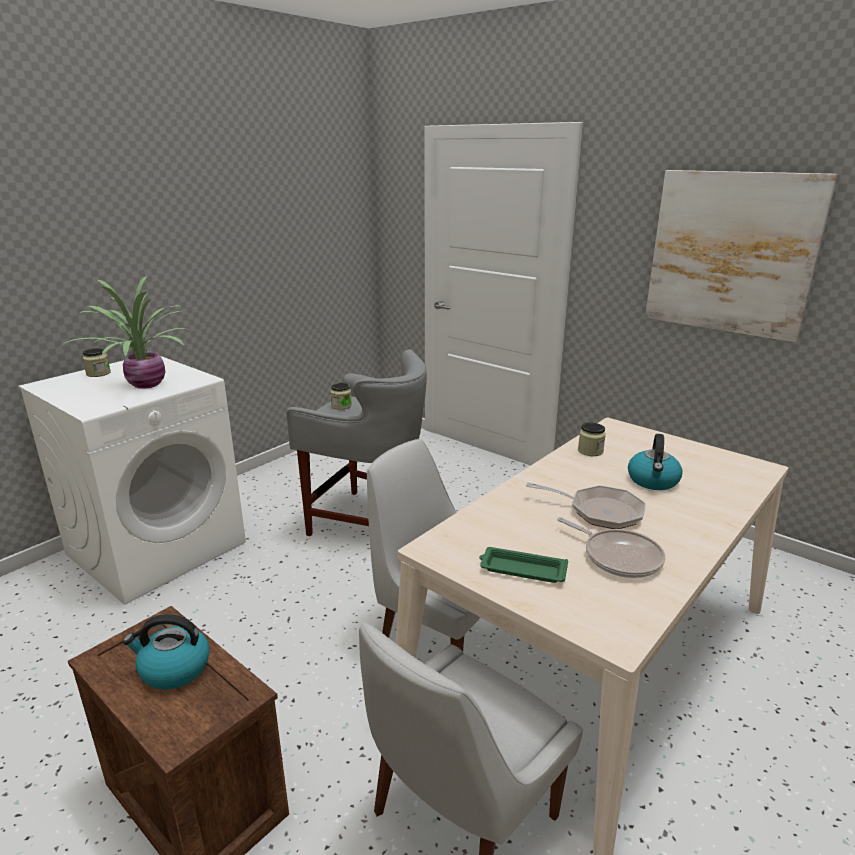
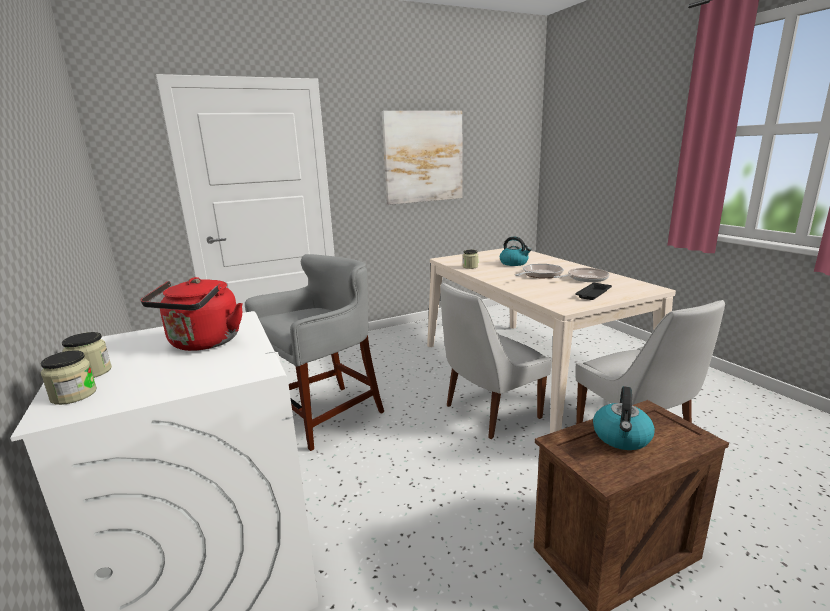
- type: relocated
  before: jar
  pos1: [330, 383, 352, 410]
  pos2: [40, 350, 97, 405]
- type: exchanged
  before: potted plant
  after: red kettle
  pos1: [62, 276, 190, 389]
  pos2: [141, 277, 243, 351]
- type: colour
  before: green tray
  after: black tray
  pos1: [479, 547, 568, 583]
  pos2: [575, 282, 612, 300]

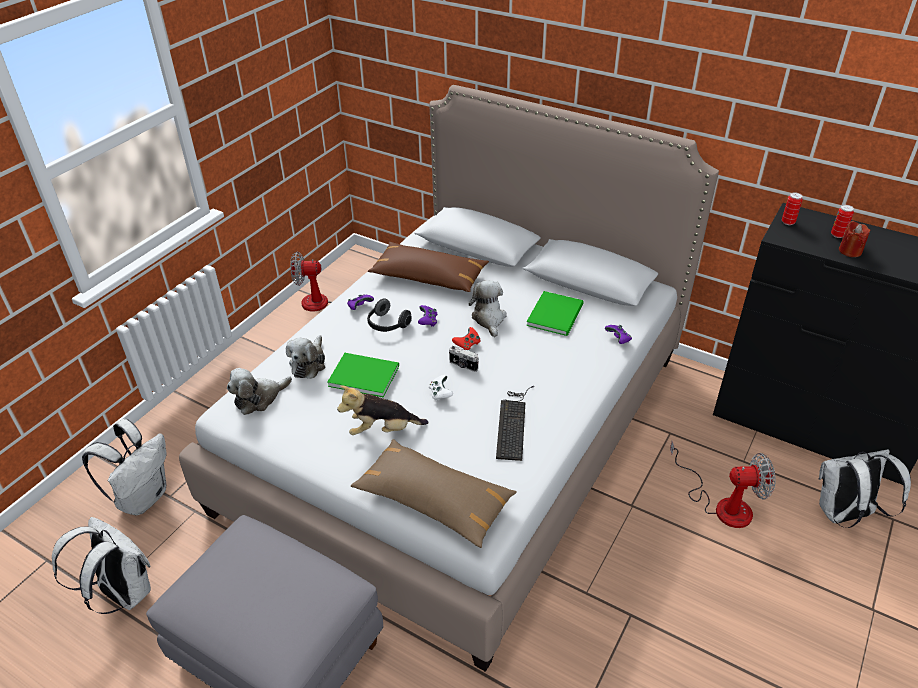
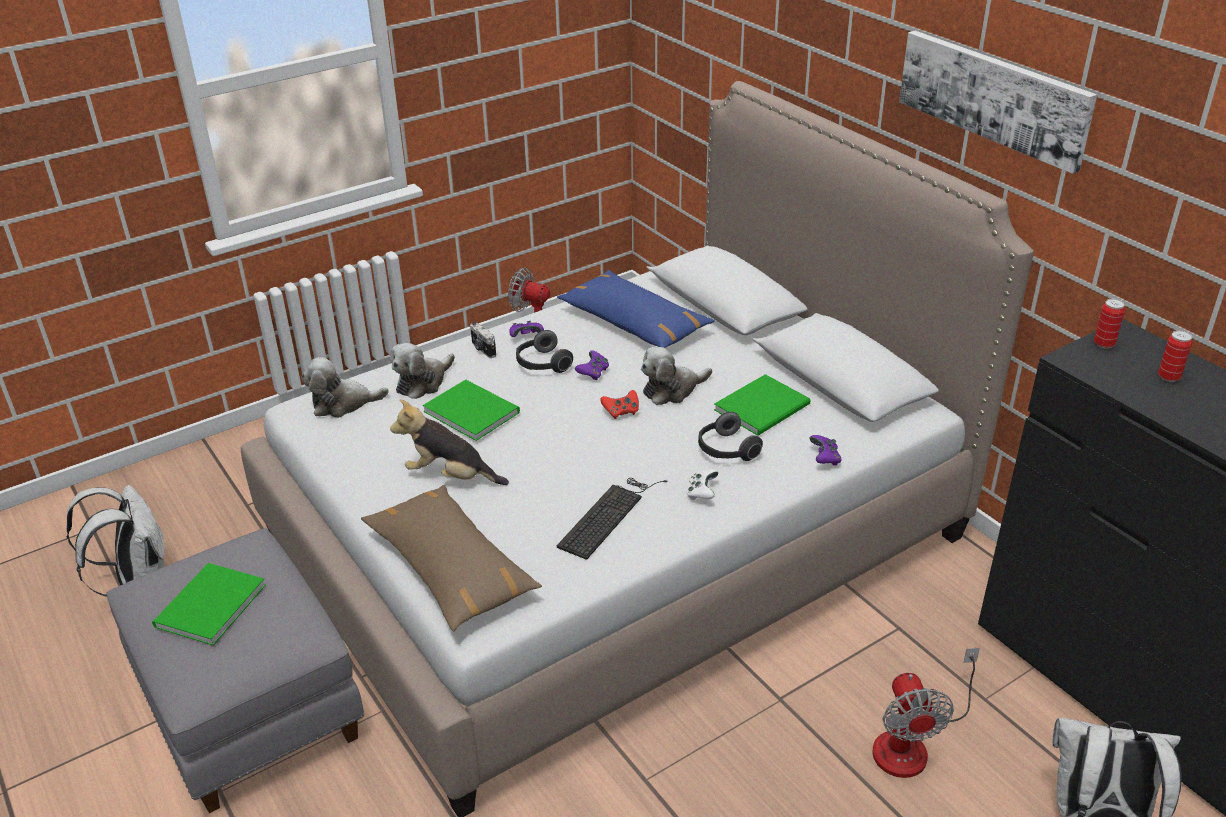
- type: missing
  before: white backpack
  pos1: [82, 419, 167, 516]
- type: missing
  before: red candle
  pos1: [839, 221, 871, 257]
- type: appeared
  after: green book
  pos2: [152, 563, 266, 646]
- type: appeared
  after: headphones
  pos2: [698, 412, 763, 461]
- type: appeared
  after: picture
  pos2: [899, 31, 1097, 174]
- type: relocated
  before: white game controller
  pos1: [429, 375, 453, 401]
  pos2: [687, 469, 719, 500]
- type: relocated
  before: photo camera
  pos1: [449, 346, 479, 372]
  pos2: [470, 322, 496, 358]
- type: colour
  before: brown pillow
  after: blue pillow
  pos1: [368, 242, 489, 292]
  pos2: [557, 270, 715, 348]
- type: spun
  before: plush toy
  pos1: [469, 280, 507, 337]
  pos2: [641, 347, 712, 405]
  turn: -135
- type: spun
  before: fan
  pos1: [670, 441, 776, 528]
  pos2: [872, 647, 980, 778]
  turn: 60

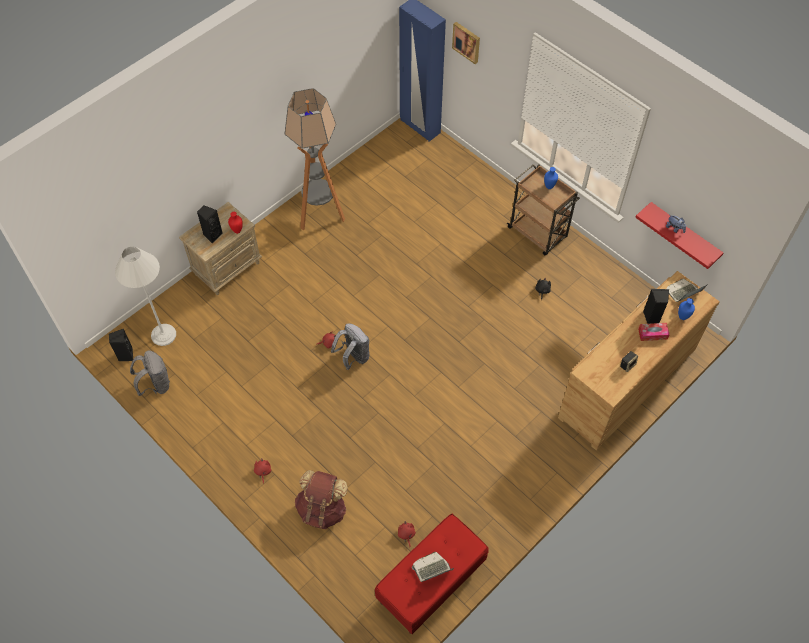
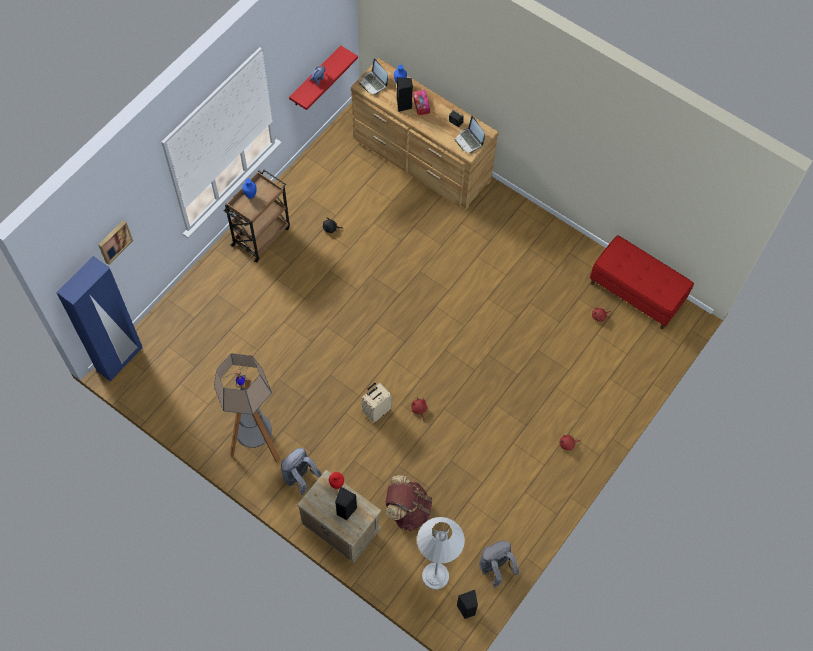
- type: appeared
  after: beige suitcase
  pos2: [362, 383, 392, 423]
- type: relocated
  before: brown backpack
  pos1: [295, 470, 348, 529]
  pos2: [385, 475, 432, 531]
- type: relocated
  before: grey backpack
  pos1: [331, 323, 369, 370]
  pos2: [281, 448, 322, 495]
- type: relocated
  before: laptop
  pos1: [412, 552, 454, 582]
  pos2: [455, 116, 485, 153]

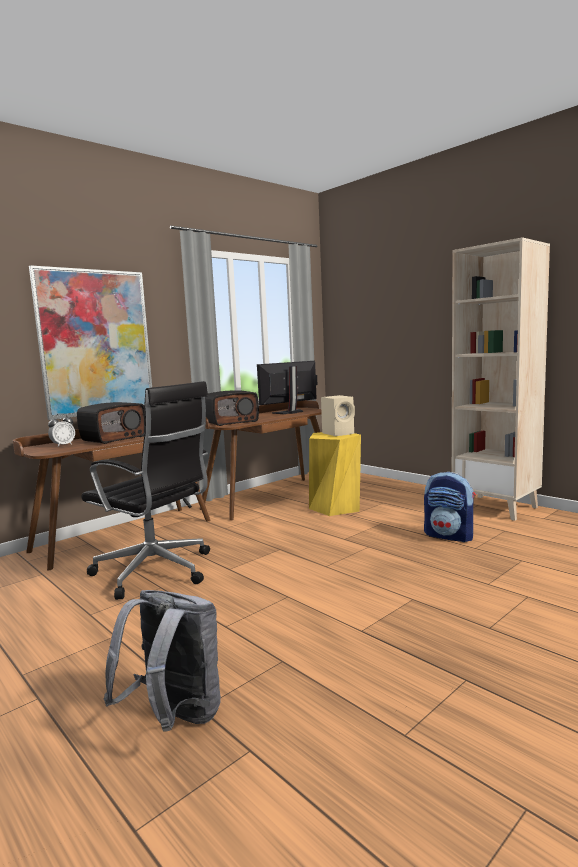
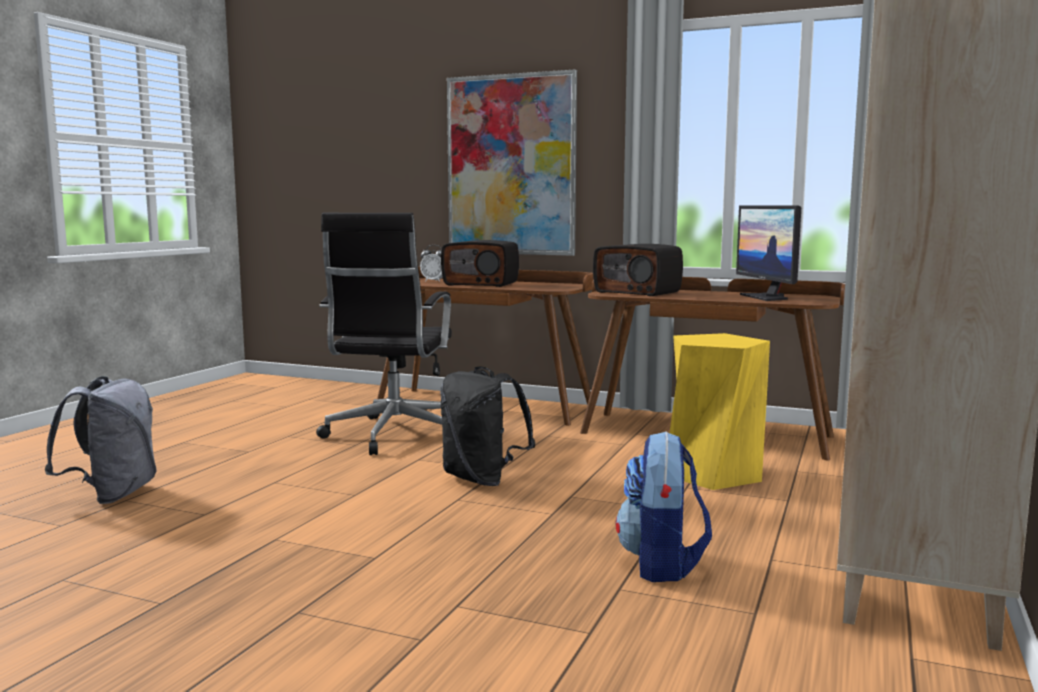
- type: missing
  before: beige speaker
  pos1: [321, 395, 355, 436]
- type: appeared
  after: black backpack
  pos2: [440, 367, 535, 486]
- type: spun
  before: monitor
  pos1: [257, 361, 317, 414]
  pos2: [736, 205, 801, 301]
  turn: -135

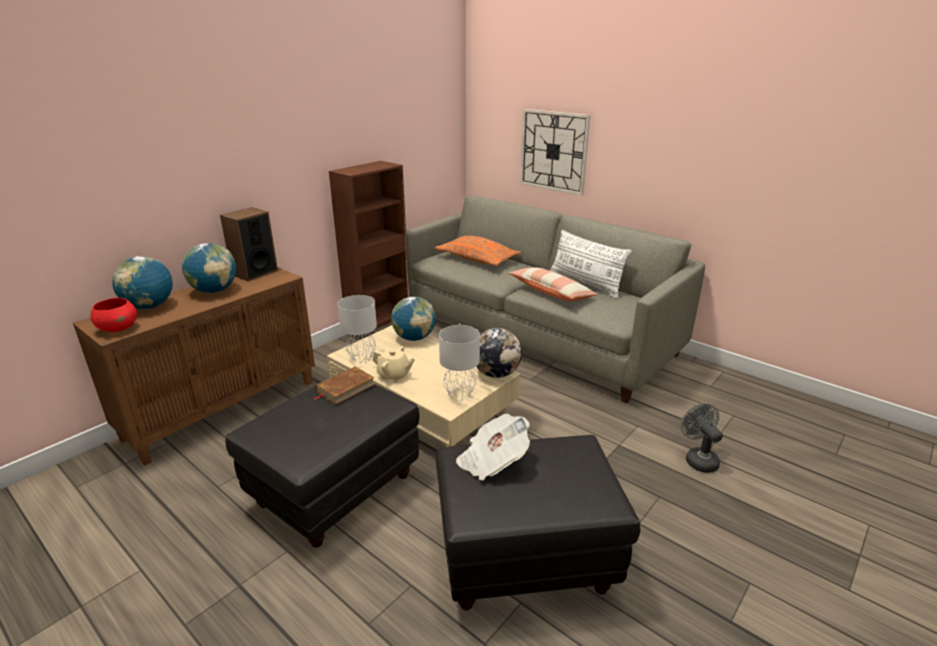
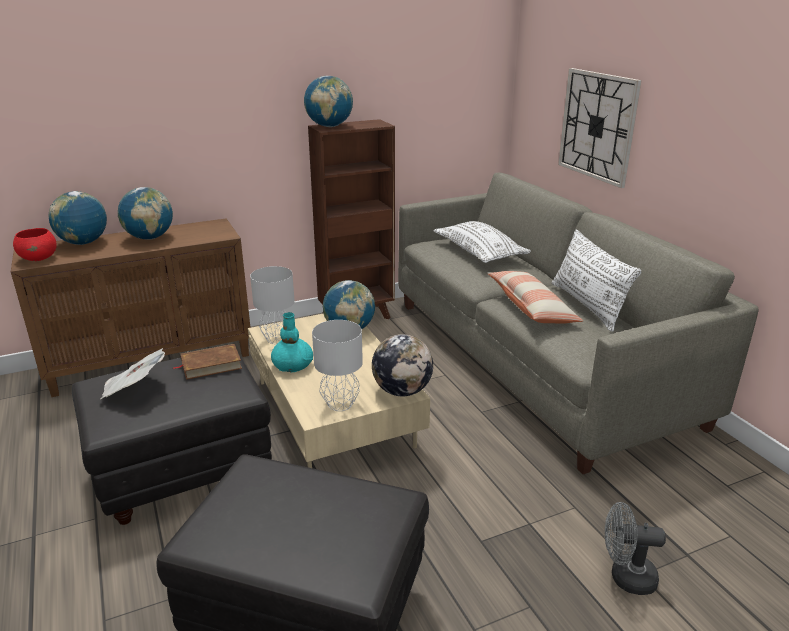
- type: missing
  before: speaker
  pos1: [220, 207, 278, 281]
- type: appeared
  after: globe
  pos2: [304, 76, 353, 127]
- type: relocated
  before: newspaper
  pos1: [456, 414, 530, 481]
  pos2: [100, 348, 165, 399]
- type: exchanged
  before: beige teapot
  after: turquoise vase
  pos1: [372, 346, 415, 382]
  pos2: [271, 312, 313, 372]
- type: colour
  before: orange pillow
  after: white pillow
  pos1: [435, 236, 521, 266]
  pos2: [434, 221, 531, 263]
- type: spun
  before: grey fan
  pos1: [681, 403, 723, 473]
  pos2: [605, 502, 666, 595]
  turn: -90

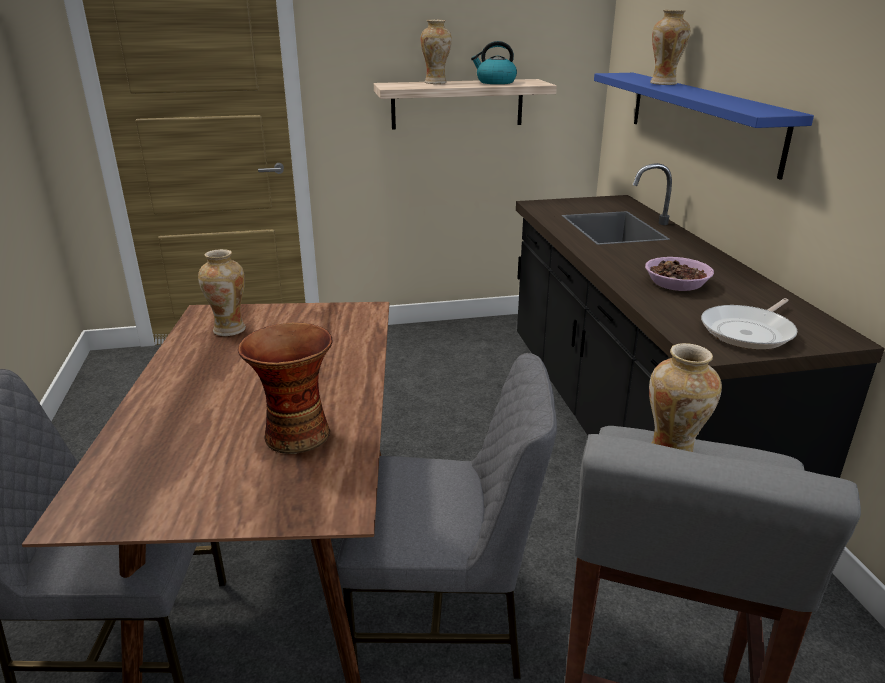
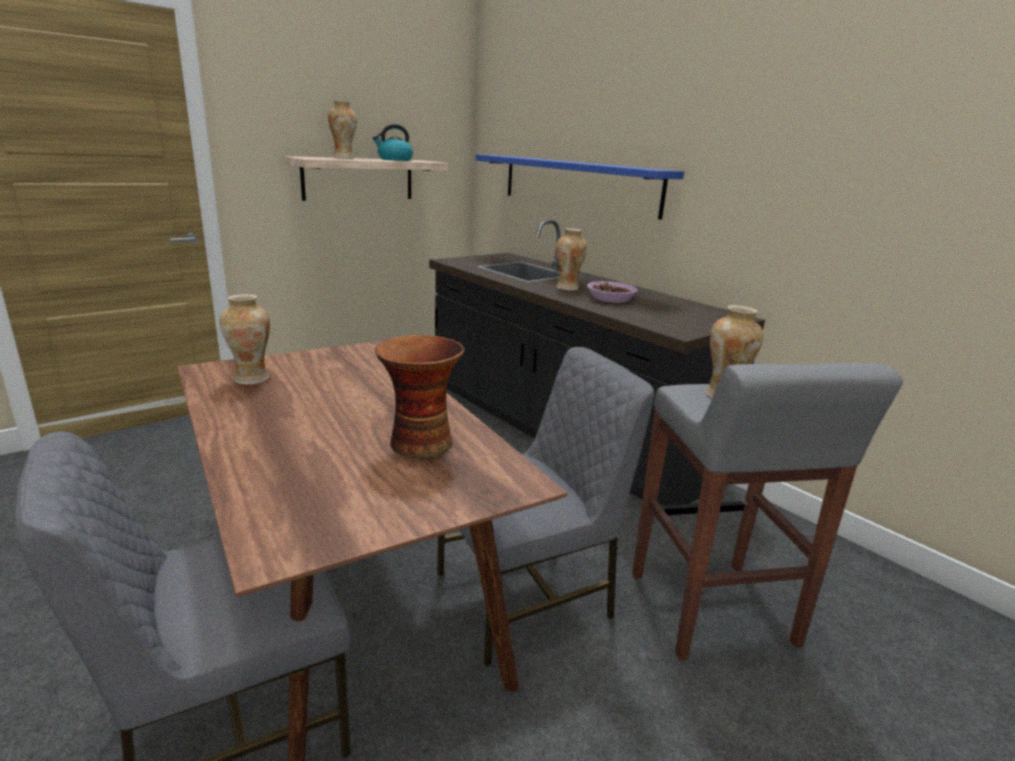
- type: missing
  before: frying pan
  pos1: [701, 298, 797, 349]
- type: relocated
  before: vase
  pos1: [650, 10, 690, 85]
  pos2: [556, 228, 587, 291]

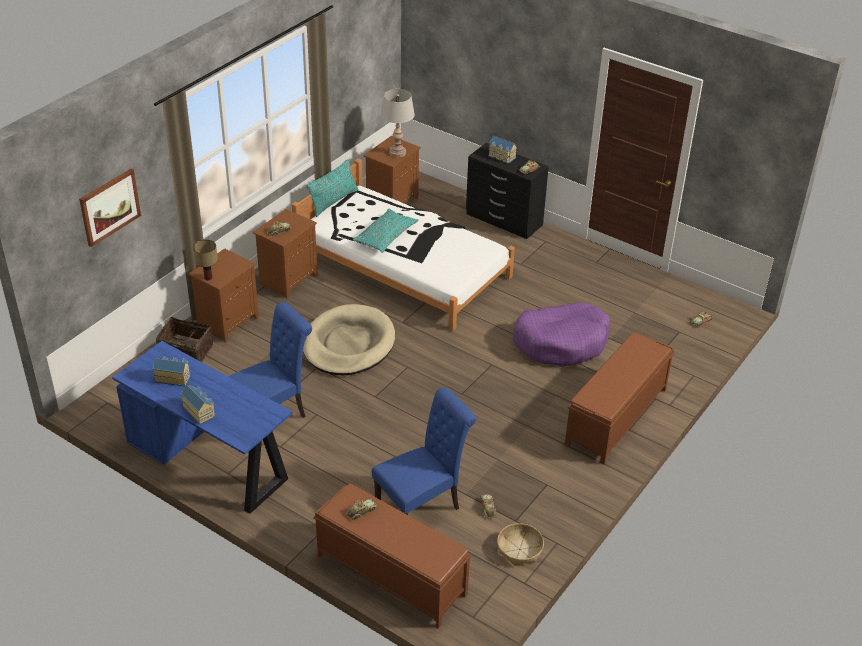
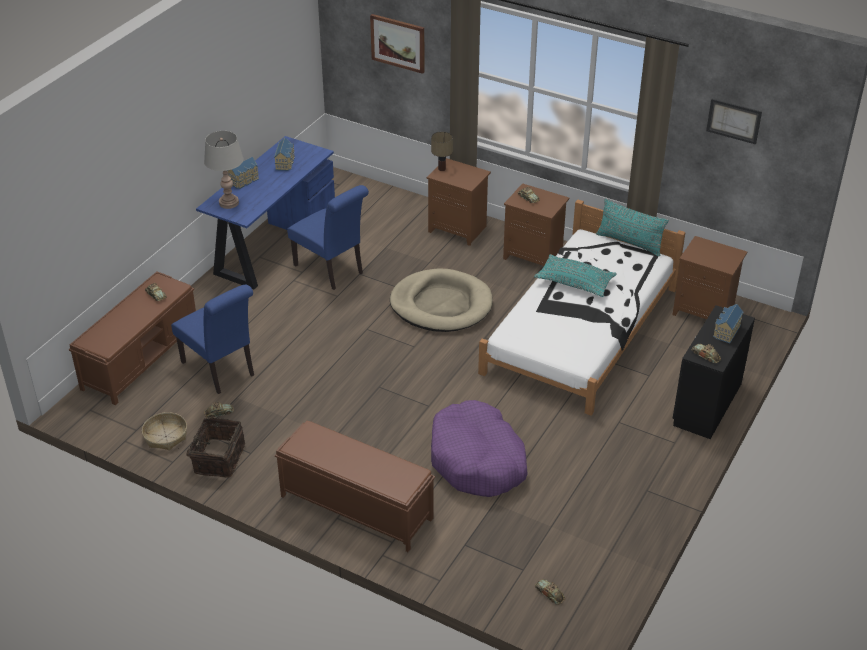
- type: appeared
  after: picture
  pos2: [706, 99, 762, 144]
- type: relocated
  before: basket
  pos1: [156, 317, 213, 362]
  pos2: [182, 418, 245, 478]
- type: relocated
  before: grey table lamp
  pos1: [381, 89, 415, 158]
  pos2: [204, 131, 243, 209]

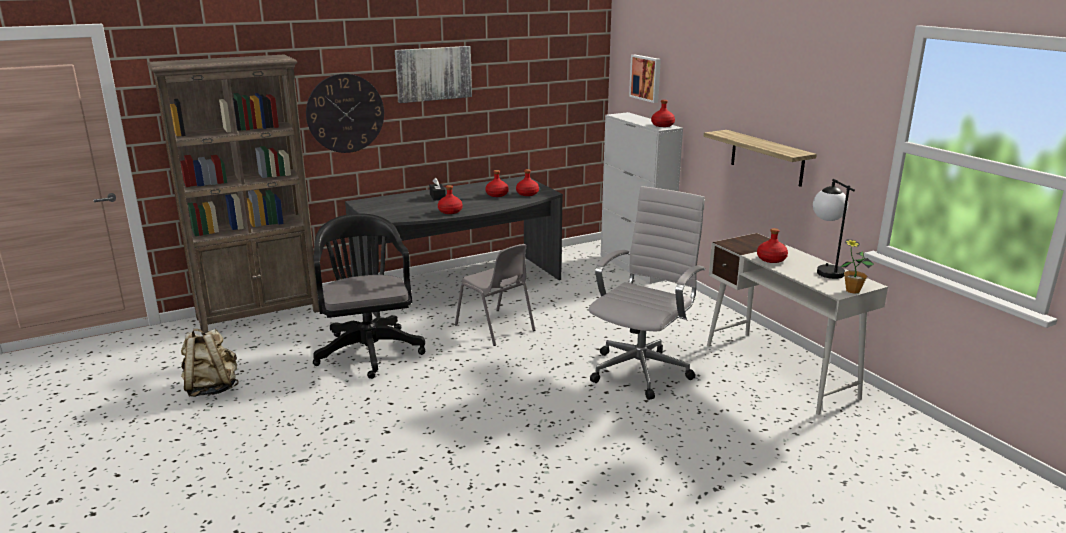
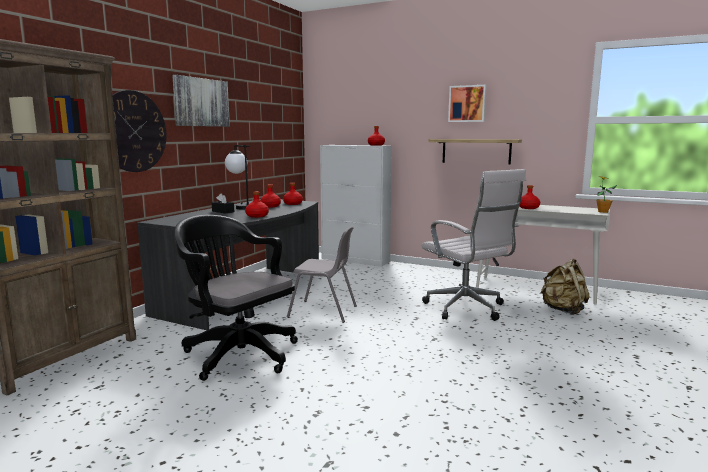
- type: relocated
  before: beige backpack
  pos1: [181, 329, 239, 397]
  pos2: [540, 259, 589, 315]
- type: relocated
  before: picture
  pos1: [629, 55, 661, 103]
  pos2: [448, 85, 486, 122]
- type: relocated
  before: table lamp
  pos1: [813, 179, 855, 279]
  pos2: [225, 145, 249, 210]
- type: spun
  before: white office chair
  pos1: [589, 186, 705, 400]
  pos2: [422, 169, 526, 321]
  turn: 150

